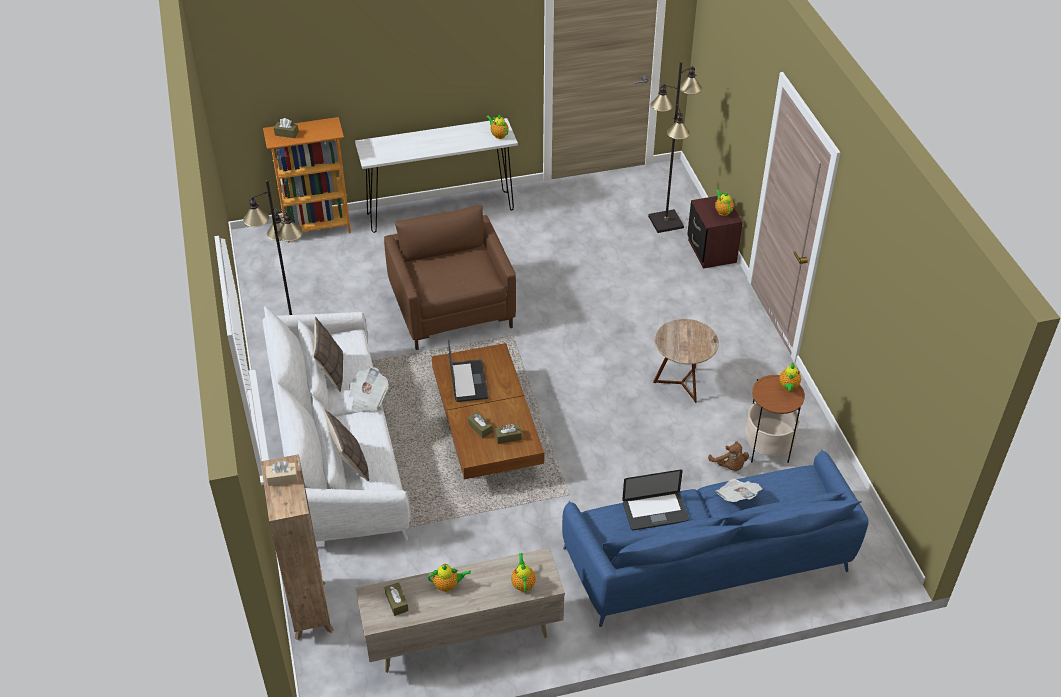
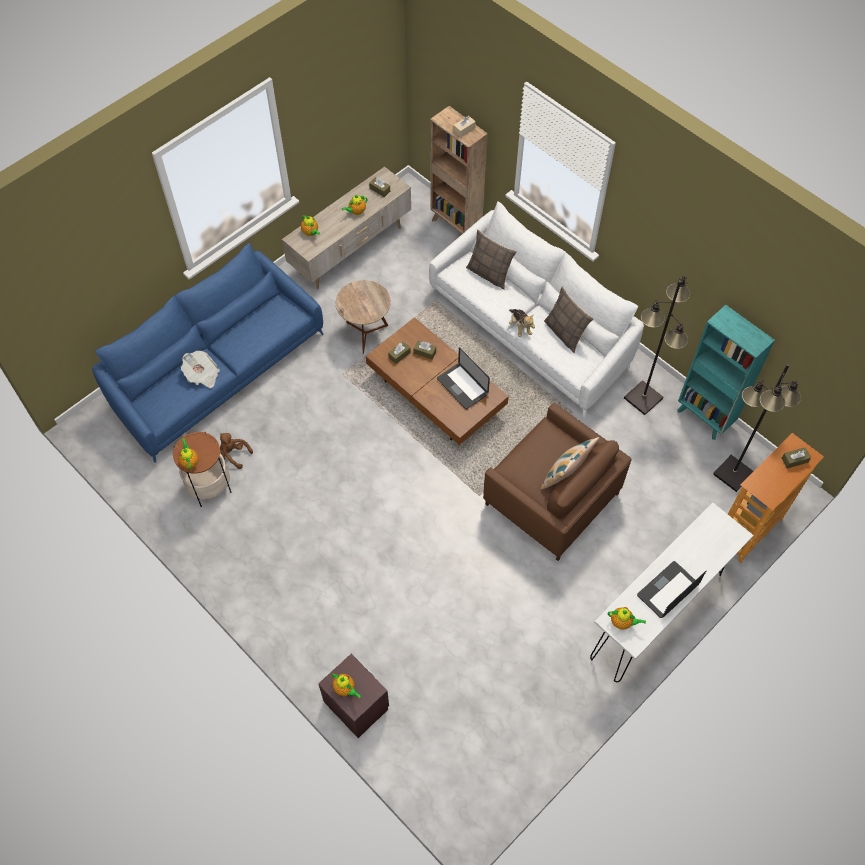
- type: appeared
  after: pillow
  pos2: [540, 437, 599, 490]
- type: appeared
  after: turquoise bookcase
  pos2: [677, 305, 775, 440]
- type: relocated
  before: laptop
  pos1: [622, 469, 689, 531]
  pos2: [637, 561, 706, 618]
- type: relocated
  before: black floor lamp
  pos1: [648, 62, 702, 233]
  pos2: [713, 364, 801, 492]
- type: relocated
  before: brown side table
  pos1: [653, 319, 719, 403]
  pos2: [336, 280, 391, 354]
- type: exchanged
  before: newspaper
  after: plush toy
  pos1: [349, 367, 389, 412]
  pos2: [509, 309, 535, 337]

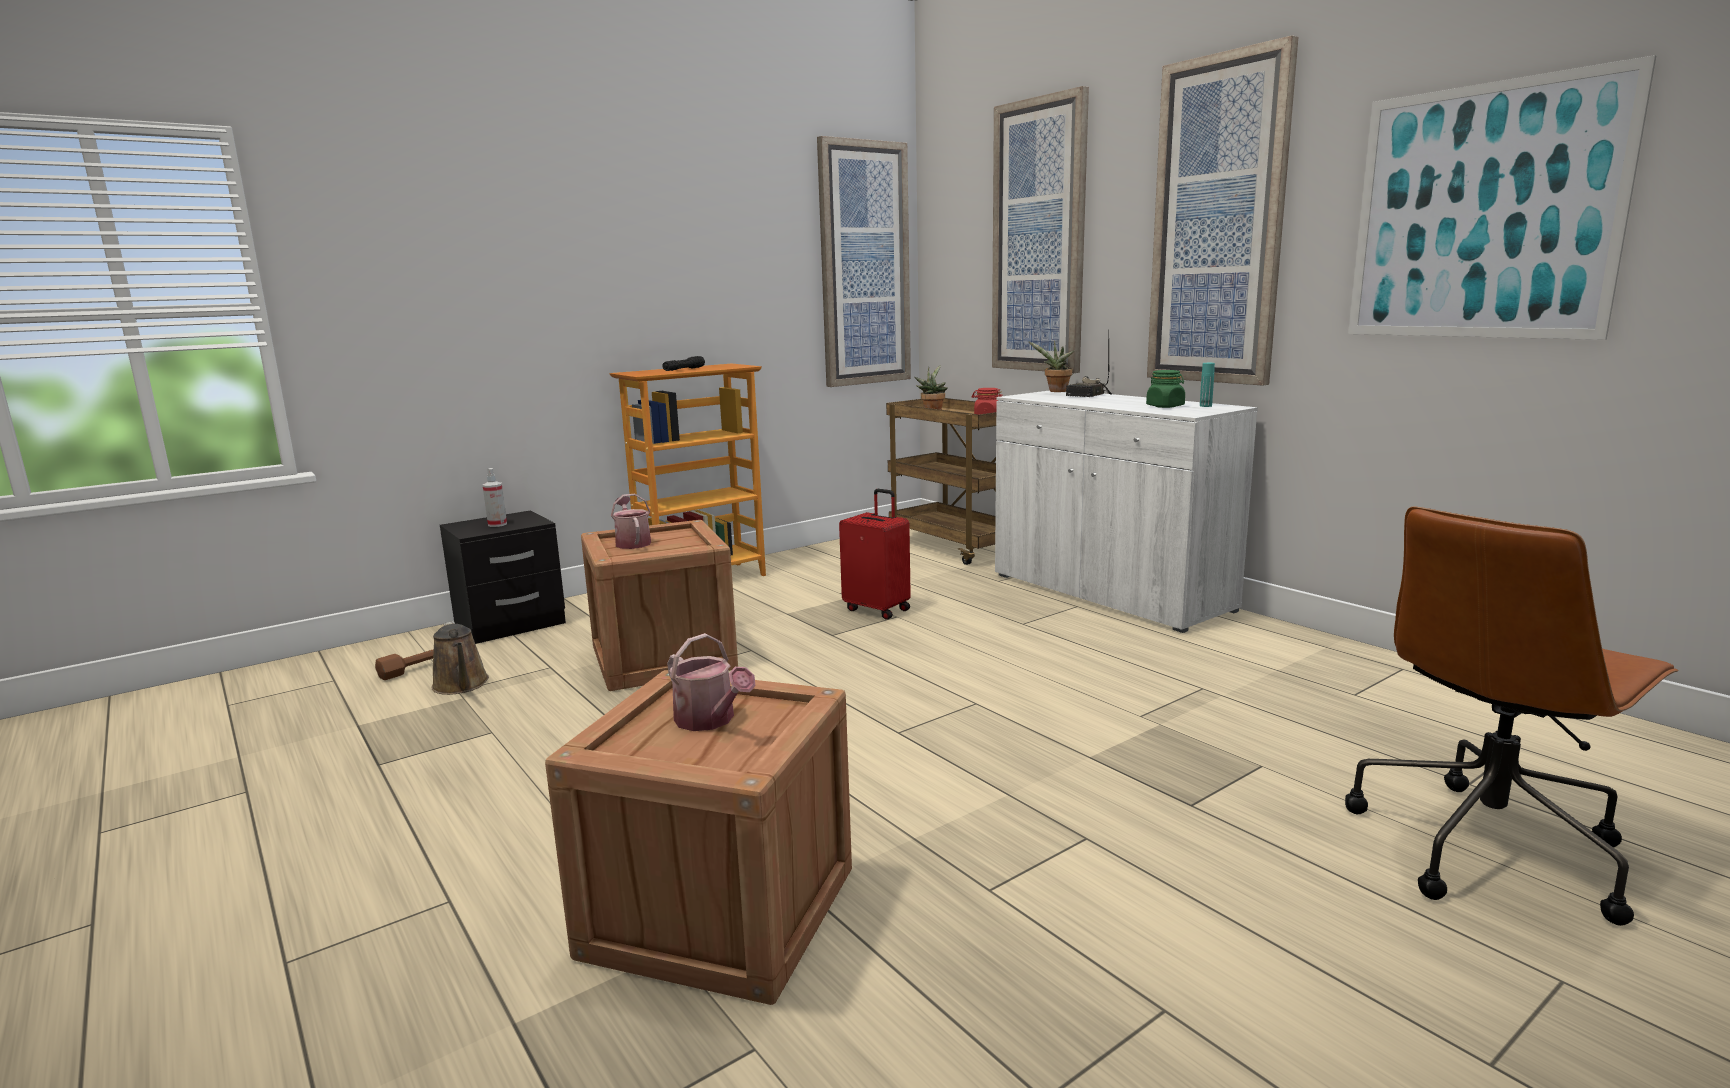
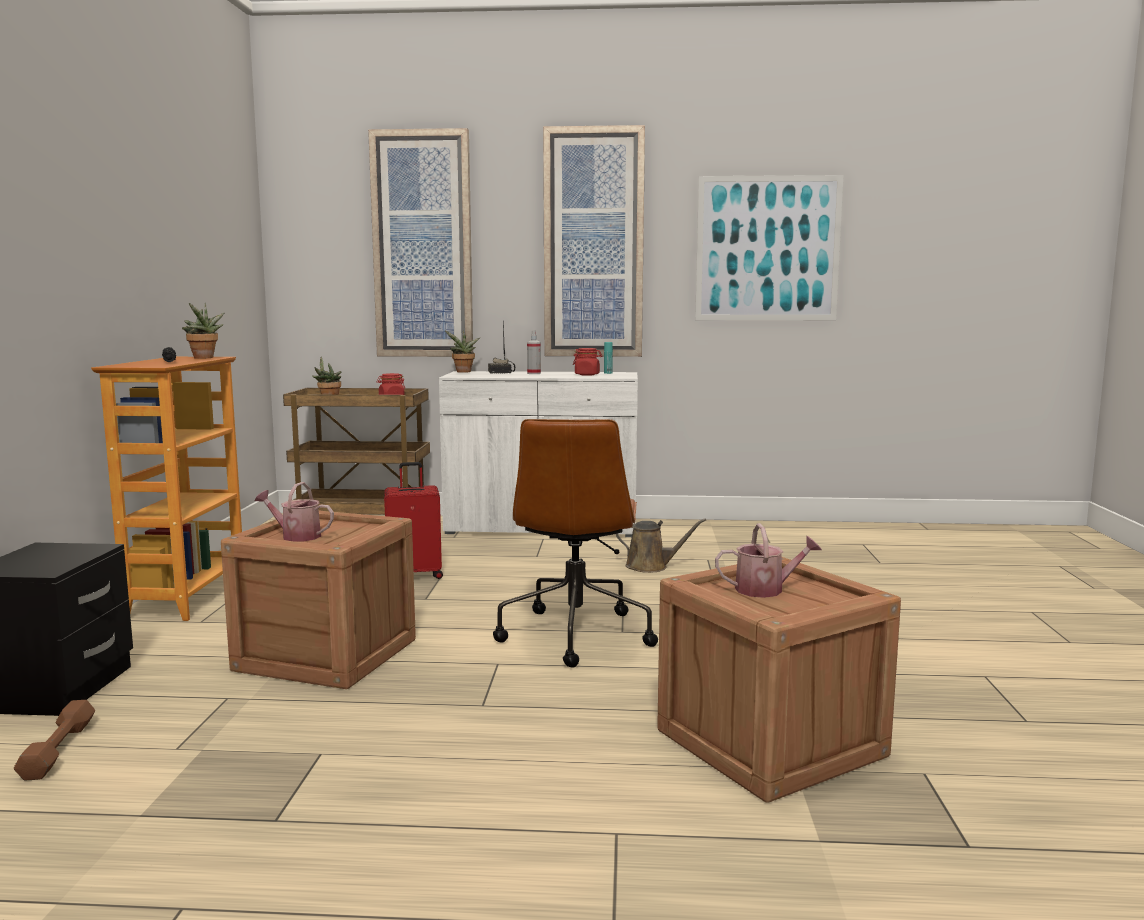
- type: missing
  before: picture
  pos1: [817, 136, 911, 387]
- type: appeared
  after: potted plant
  pos2: [182, 303, 224, 359]
- type: relocated
  before: brown watering can
  pos1: [432, 621, 489, 695]
  pos2: [616, 518, 706, 573]
- type: relocated
  before: spray bottle
  pos1: [483, 468, 507, 527]
  pos2: [527, 330, 541, 374]
- type: relocated
  before: brown office chair
  pos1: [1345, 506, 1679, 926]
  pos2: [493, 419, 658, 667]
- type: colour
  before: green jar
  after: red jar
  pos1: [1146, 370, 1185, 408]
  pos2: [573, 348, 602, 376]

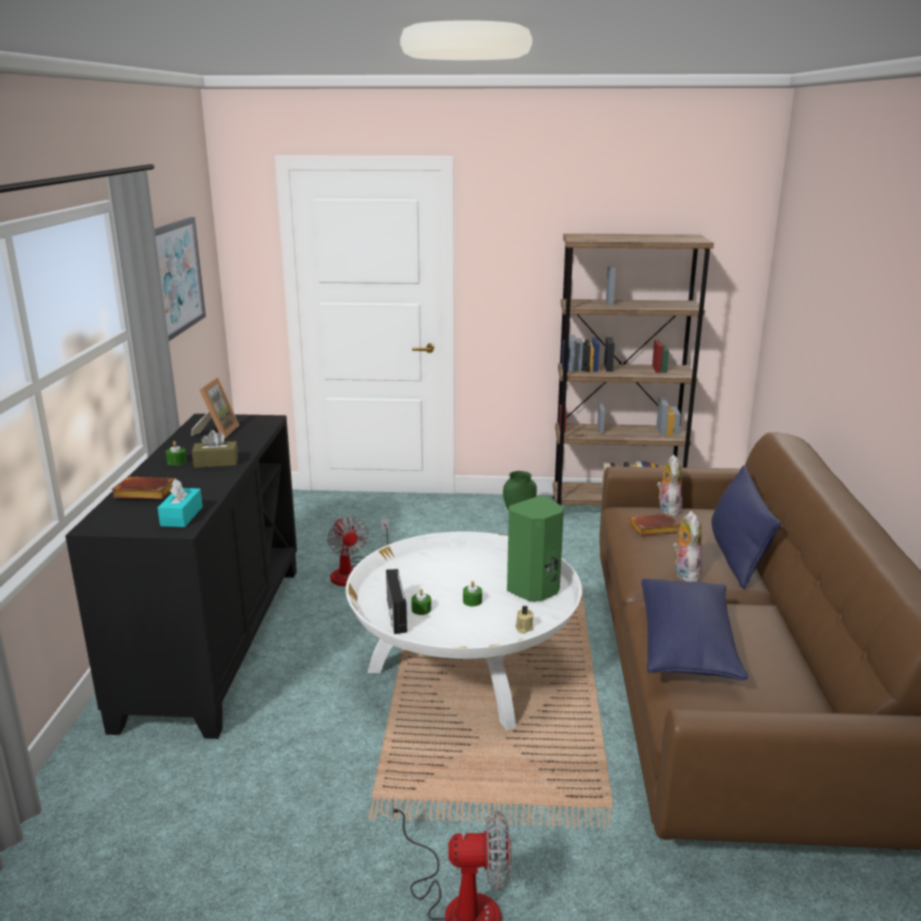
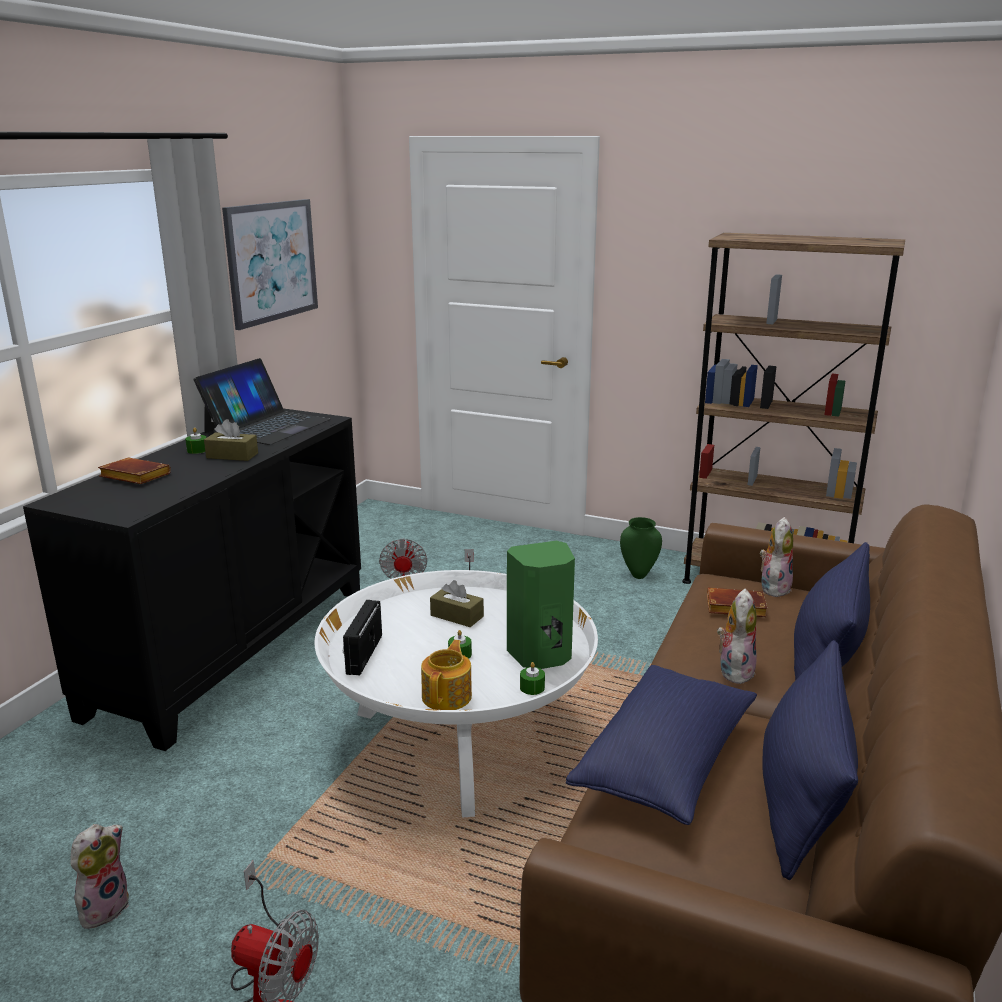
- type: missing
  before: turquoise tissue box
  pos1: [158, 478, 203, 527]
- type: missing
  before: beige candle
  pos1: [516, 606, 534, 634]
- type: appeared
  after: plush toy
  pos2: [70, 824, 129, 929]
- type: appeared
  after: teapot
  pos2: [421, 640, 472, 710]
- type: appeared
  after: brown tissue box
  pos2: [430, 580, 484, 627]
- type: appeared
  after: blue pillow
  pos2: [762, 640, 858, 880]
- type: relocated
  before: green candle
  pos1: [411, 589, 431, 615]
  pos2: [520, 662, 545, 695]
- type: exchanged
  before: picture frame
  after: laptop
  pos1: [191, 377, 239, 438]
  pos2: [194, 358, 330, 445]

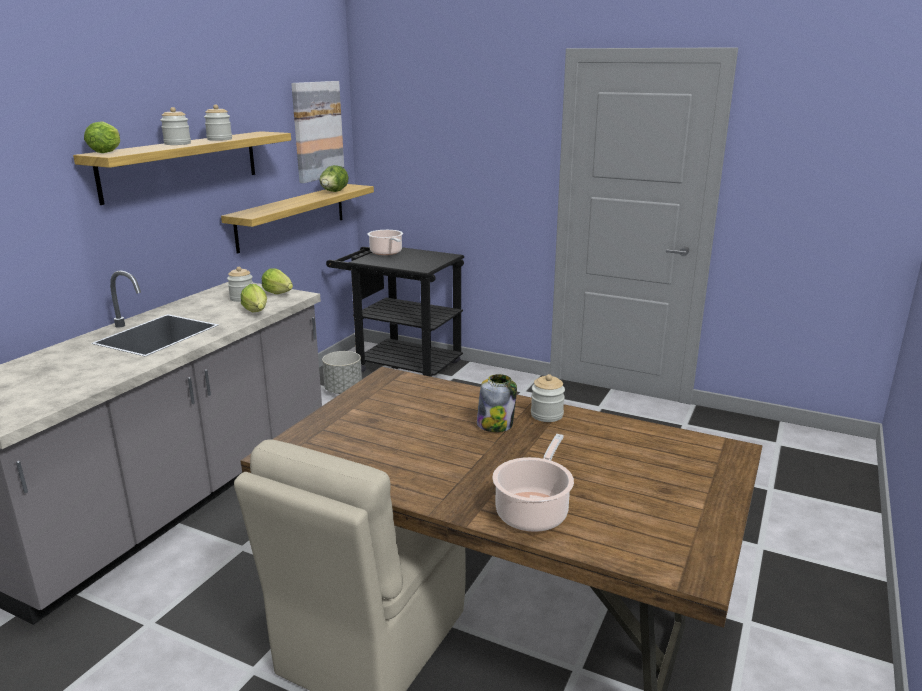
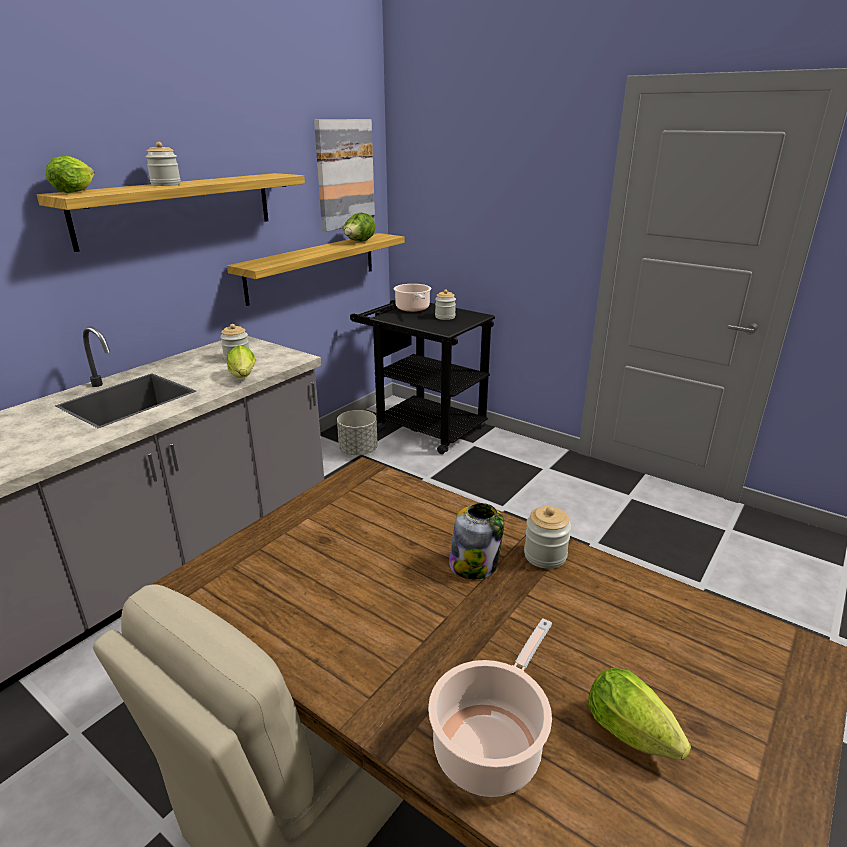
- type: relocated
  before: jar
  pos1: [204, 105, 232, 141]
  pos2: [435, 290, 456, 320]
- type: relocated
  before: lettuce
  pos1: [262, 268, 293, 294]
  pos2: [588, 668, 691, 760]

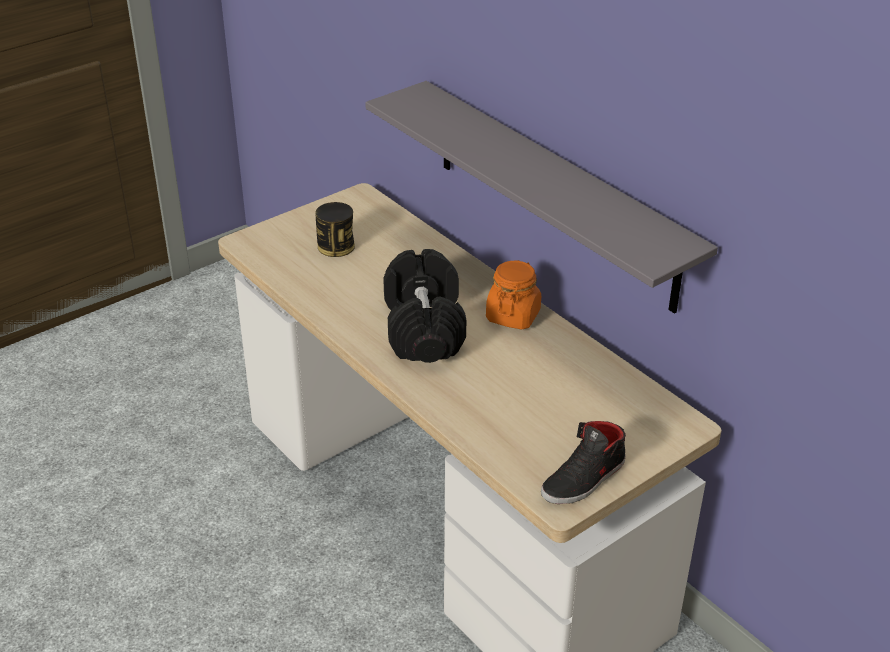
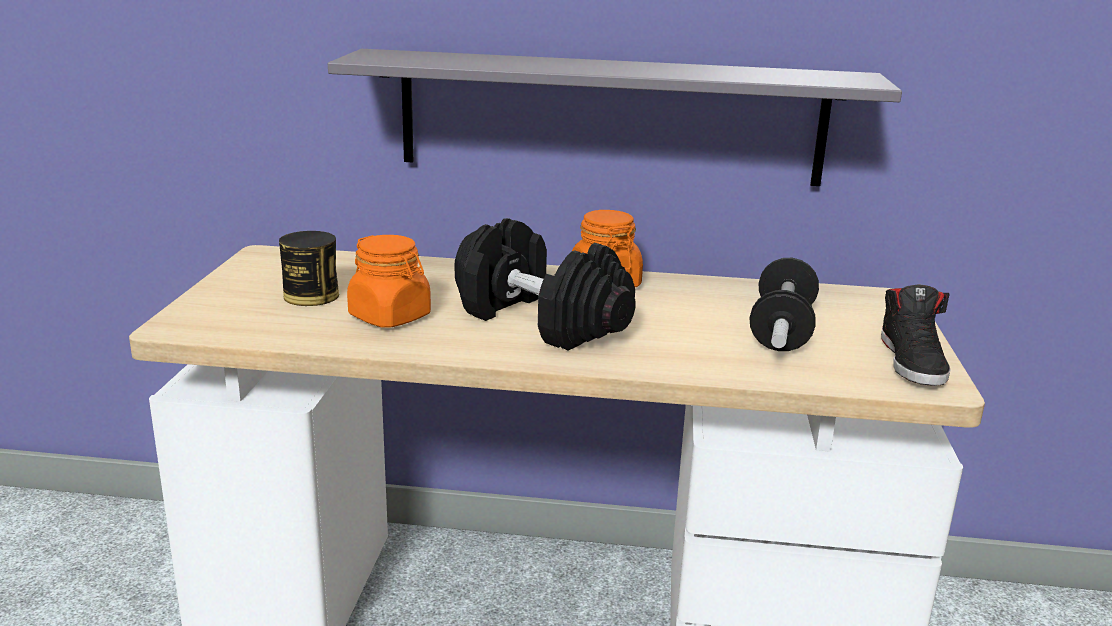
- type: appeared
  after: orange jar
  pos2: [347, 235, 431, 328]
- type: appeared
  after: dumbbell
  pos2: [749, 258, 819, 351]

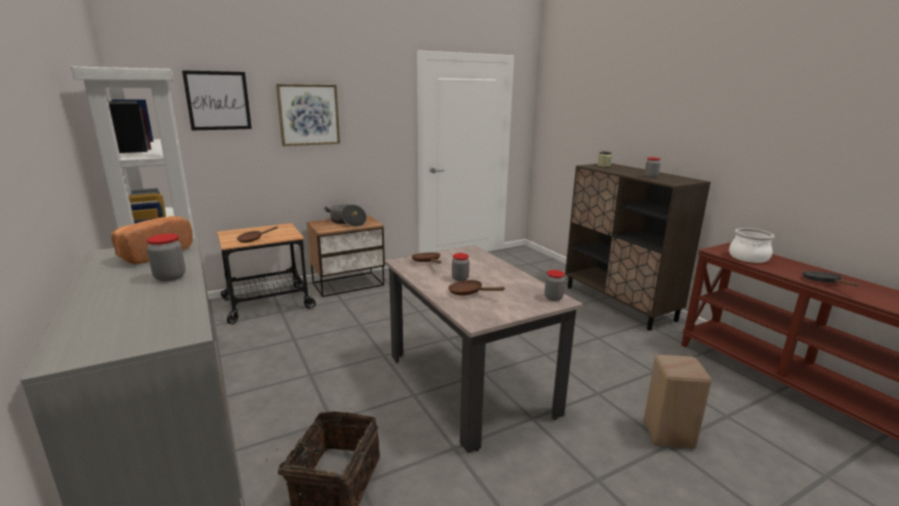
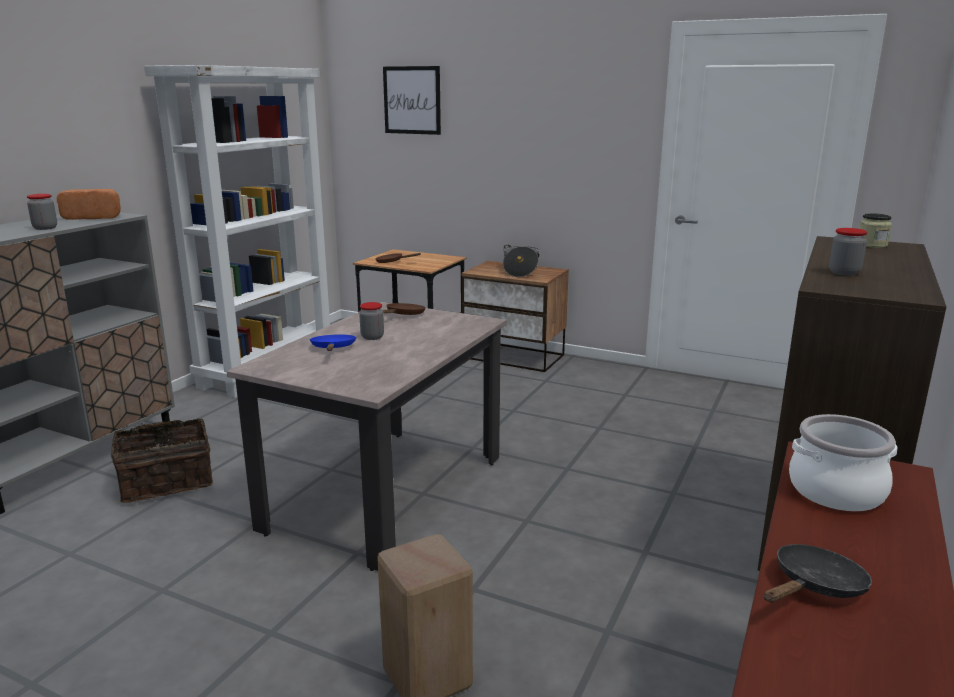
- type: missing
  before: picture
  pos1: [276, 84, 340, 146]
- type: missing
  before: jar
  pos1: [544, 270, 565, 301]
- type: colour
  before: brown frying pan
  after: blue frying pan
  pos1: [448, 280, 504, 296]
  pos2: [309, 335, 357, 351]

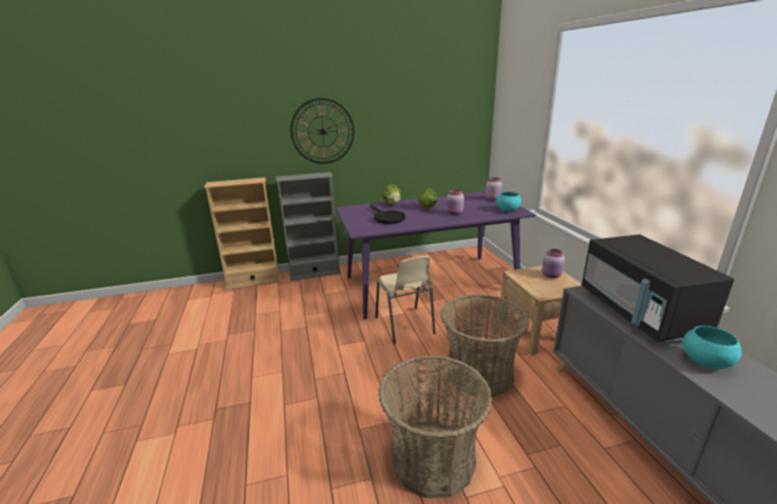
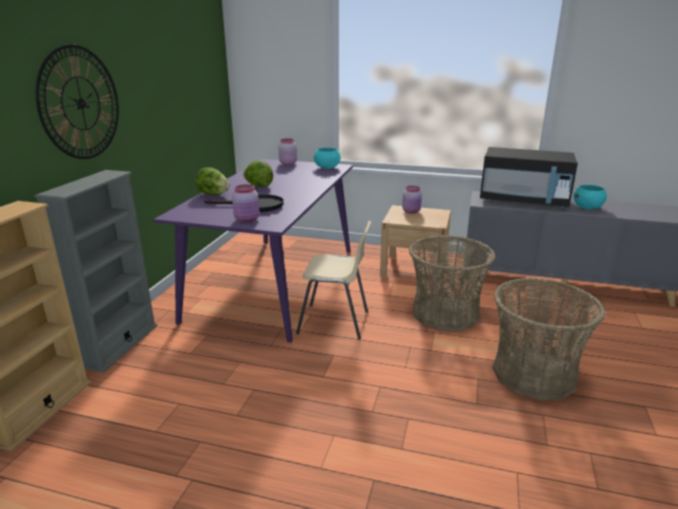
- type: relocated
  before: pink jar
  pos1: [446, 190, 464, 215]
  pos2: [232, 184, 259, 223]

